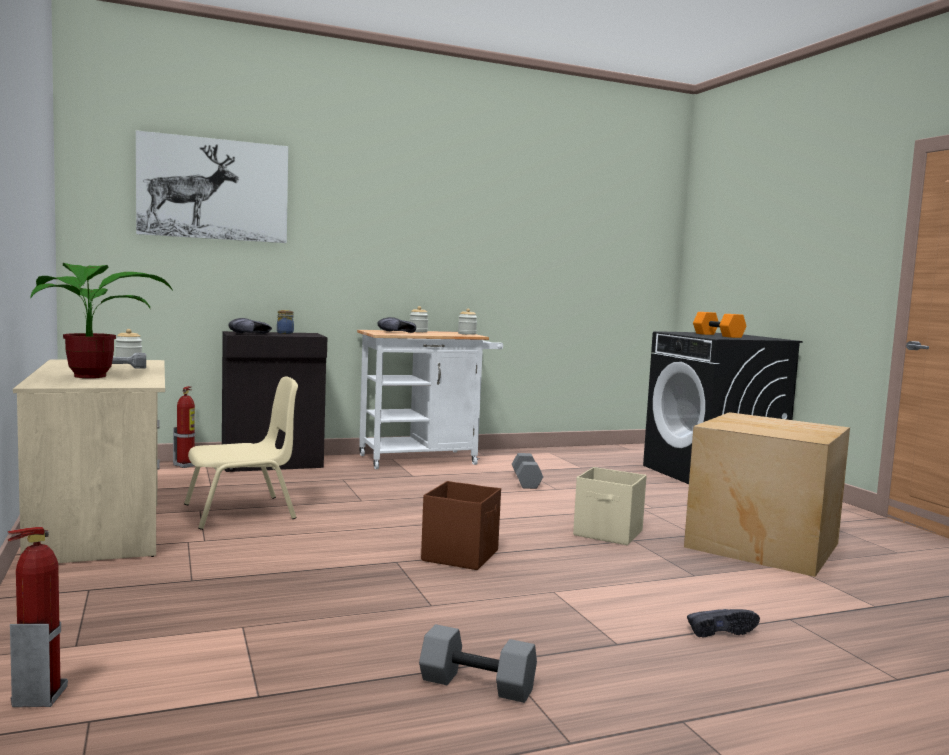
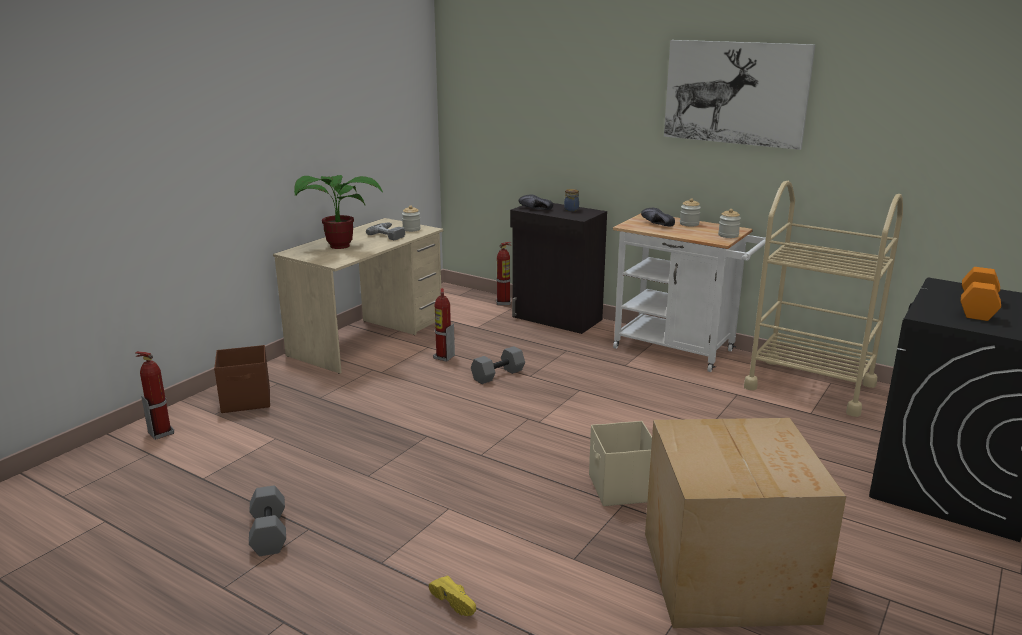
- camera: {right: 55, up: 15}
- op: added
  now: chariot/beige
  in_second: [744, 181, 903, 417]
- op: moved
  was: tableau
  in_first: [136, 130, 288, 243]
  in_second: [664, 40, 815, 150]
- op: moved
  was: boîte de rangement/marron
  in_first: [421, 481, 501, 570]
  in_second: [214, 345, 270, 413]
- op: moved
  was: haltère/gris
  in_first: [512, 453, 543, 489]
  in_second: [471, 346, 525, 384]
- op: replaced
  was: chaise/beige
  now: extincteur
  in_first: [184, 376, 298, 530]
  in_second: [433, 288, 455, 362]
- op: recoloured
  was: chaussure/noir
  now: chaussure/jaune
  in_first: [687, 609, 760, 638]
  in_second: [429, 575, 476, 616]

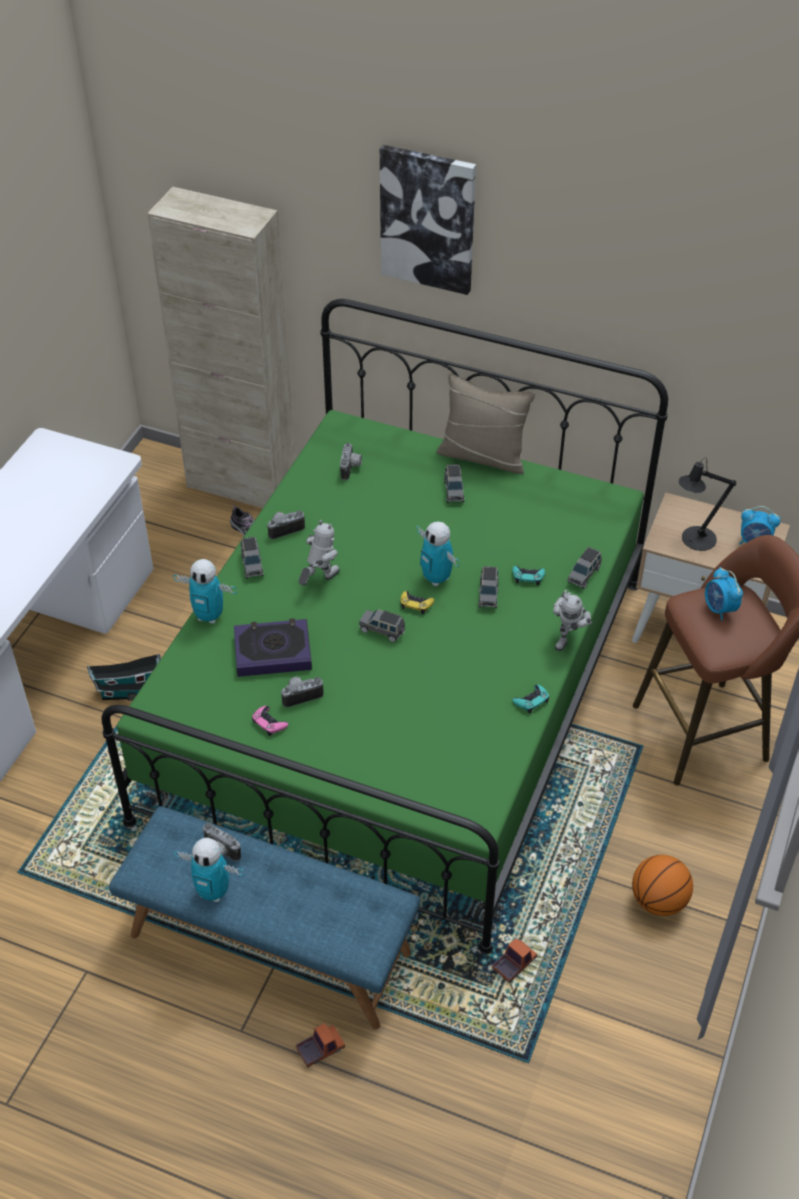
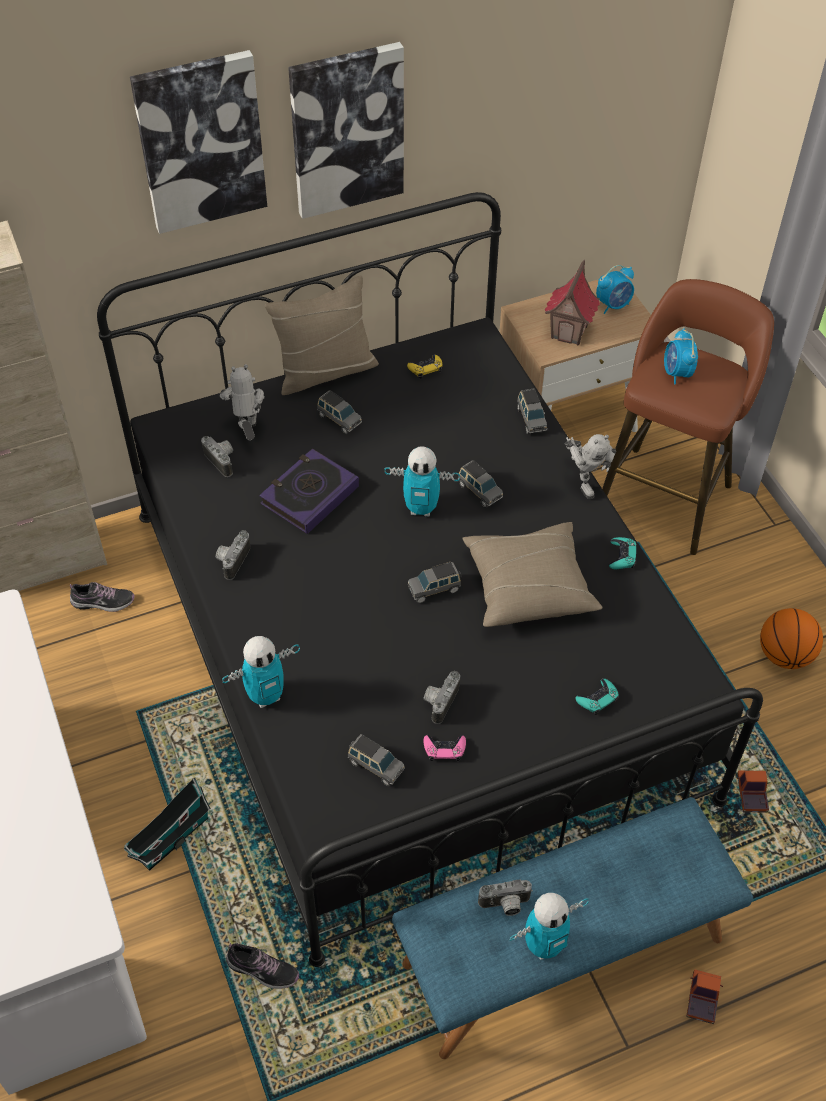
- camera: {right: -45, up: 5}
- op: added
  now: chaussure
  in_second: [226, 943, 299, 989]
- op: added
  now: tableau
  in_second: [288, 42, 404, 219]
- op: added
  now: coussin/beige
  in_second: [463, 522, 602, 627]
- op: moved
  was: livre
  in_first: [234, 618, 312, 677]
  in_second: [259, 448, 359, 534]
- op: moved
  was: petite voiture/gris
  in_first: [241, 537, 264, 578]
  in_second: [348, 734, 405, 786]
- op: moved
  was: robot jouet
  in_first: [299, 520, 340, 586]
  in_second: [220, 364, 265, 440]
- op: moved
  was: manette/jaune
  in_first: [400, 591, 434, 614]
  in_second: [407, 355, 442, 379]
- op: moved
  was: manette/turquoise
  in_first: [512, 566, 545, 585]
  in_second: [576, 679, 619, 715]
- op: replaced
  was: lampe de table/noir
  now: maison miniature
  in_first: [679, 457, 736, 551]
  in_second: [545, 260, 600, 345]
- op: recoloured
  was: lit/vert
  now: lit/noir
  in_first: [101, 299, 668, 954]
  in_second: [97, 192, 763, 967]
- op: turned
  was: réveil
  in_first: [705, 567, 743, 621]
  in_second: [664, 328, 698, 385]
  clockwise: 60

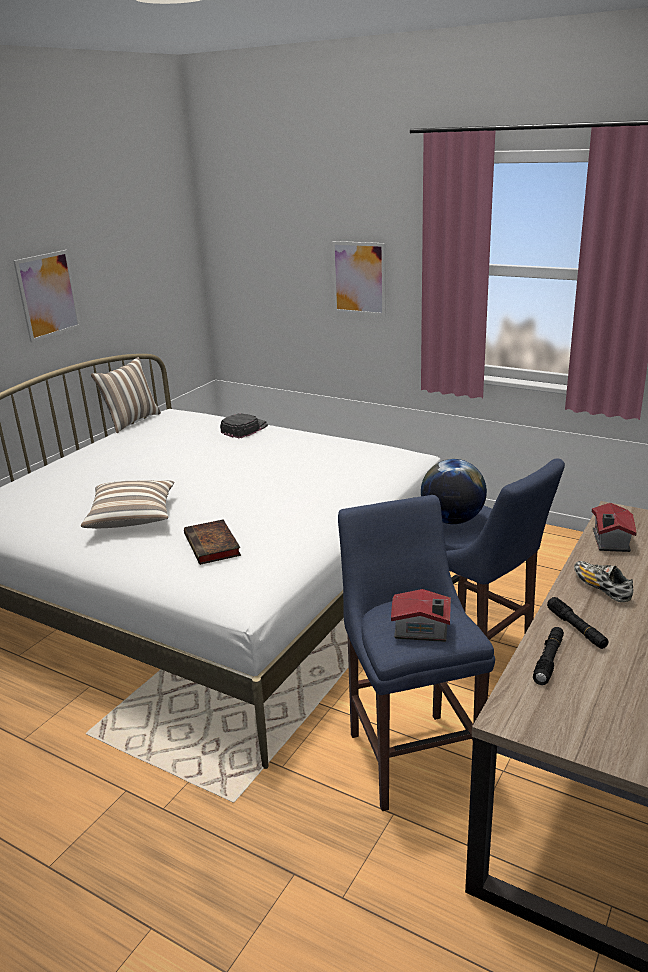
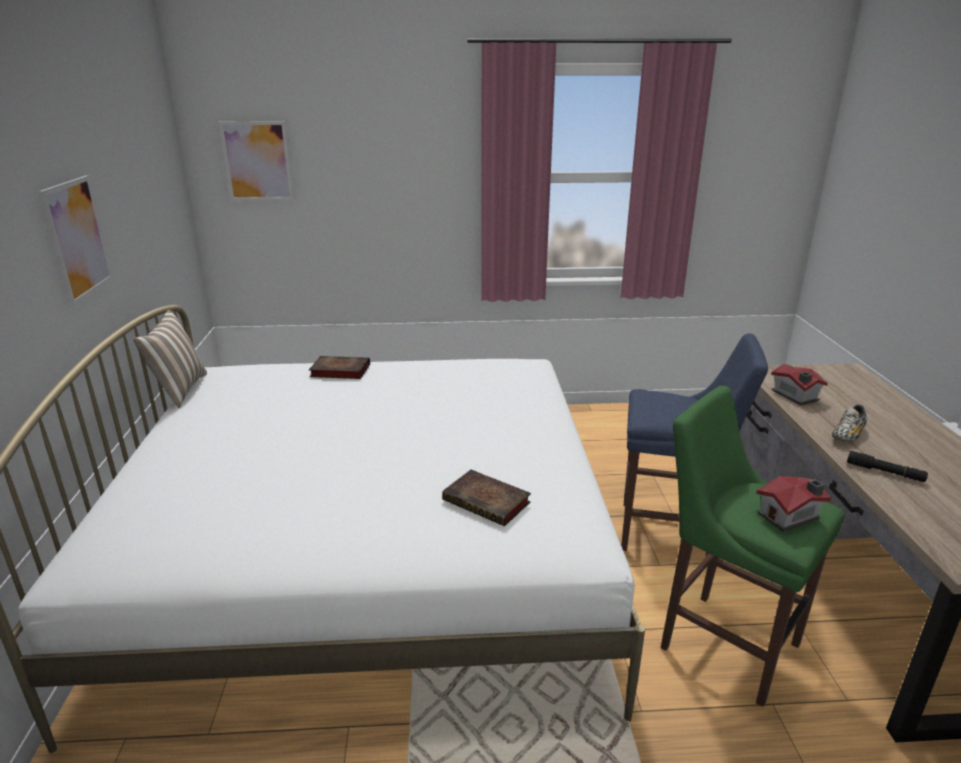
- camera: {right: -35, up: 0}
- op: removed
  was: coussin
  in_first: [81, 480, 175, 529]
- op: removed
  was: globe
  in_first: [421, 459, 487, 524]
- op: removed
  was: lampe de poche/noir
  in_first: [533, 627, 564, 685]
- op: moved
  was: tableau
  in_first: [331, 241, 386, 316]
  in_second: [219, 121, 294, 201]
- op: replaced
  was: casquette/noir
  now: livre
  in_first: [220, 413, 268, 438]
  in_second: [309, 356, 370, 379]
- op: recoloured
  was: tabouret/bleu
  now: tabouret/vert
  in_first: [338, 495, 495, 811]
  in_second: [661, 386, 845, 707]
- op: turned
  was: chaussure
  in_first: [574, 561, 633, 602]
  in_second: [832, 405, 867, 441]
  clockwise: -75

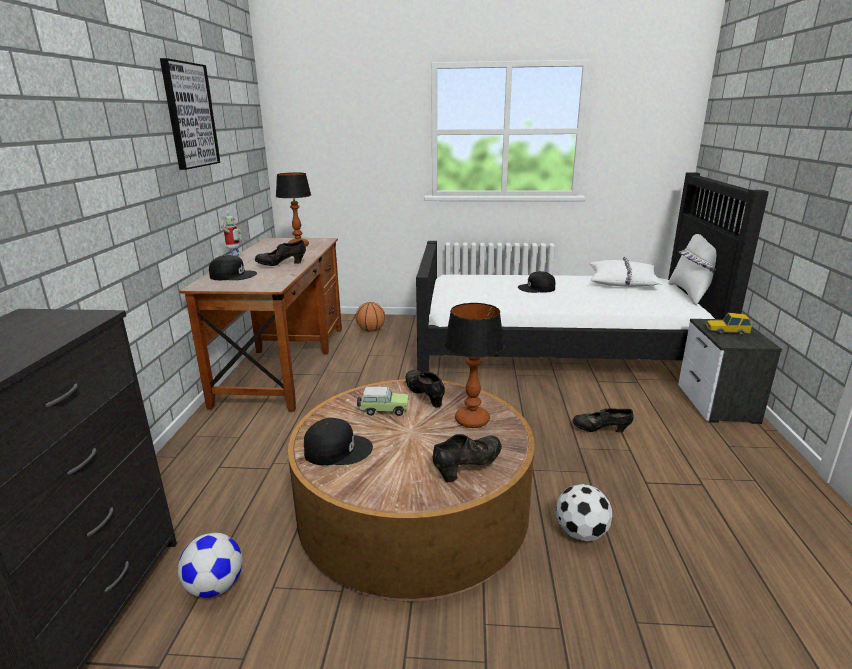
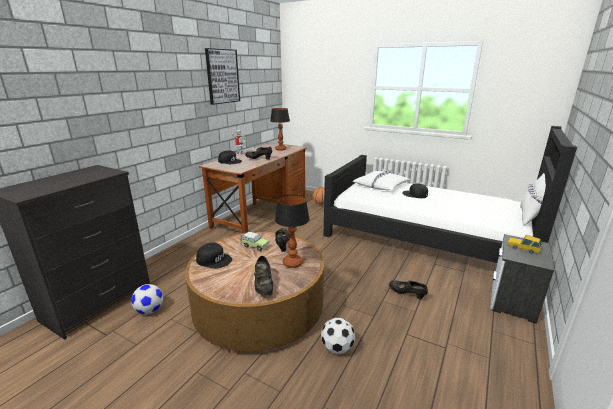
- camera: {right: 25, up: 0}
- op: moved
  was: coussin/blanc
  in_first: [590, 257, 663, 287]
  in_second: [353, 170, 410, 190]
- op: turned
  was: chaussure/noir
  in_first: [433, 434, 502, 482]
  in_second: [254, 256, 273, 296]
  clockwise: 90

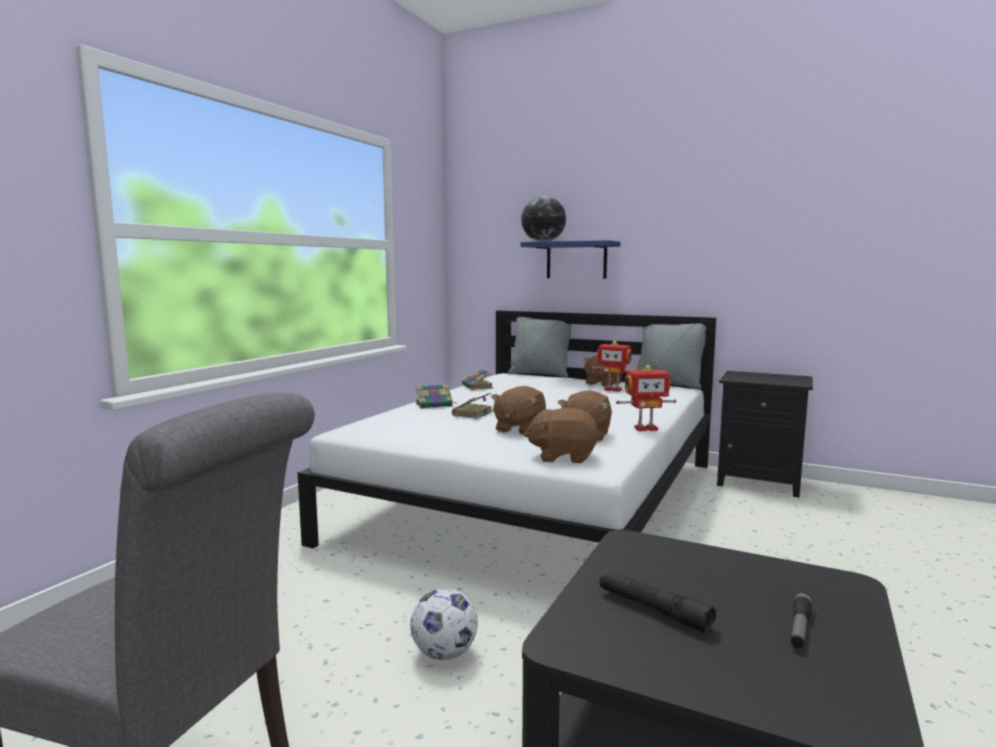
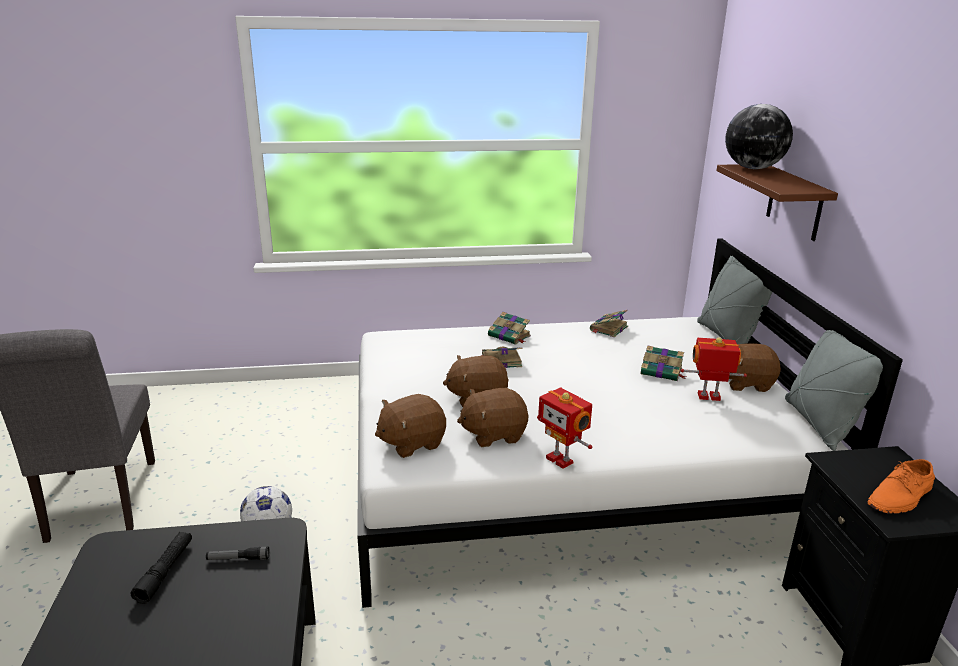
- camera: {right: 55, up: 15}
- op: added
  now: livre
  in_second: [640, 346, 686, 381]
- op: added
  now: chaussure/orange
  in_second: [868, 459, 935, 514]
- op: moved
  was: lampe de poche
  in_first: [791, 592, 813, 648]
  in_second: [206, 546, 270, 560]
- op: recoloured
  was: étagère/bleu
  now: étagère/marron
  in_first: [520, 240, 621, 279]
  in_second: [717, 164, 838, 241]
- op: turned
  was: peluche/marron
  in_first: [524, 408, 600, 463]
  in_second: [375, 394, 446, 458]
  clockwise: -90
- op: turned
  was: robot jouet
  in_first: [591, 341, 637, 392]
  in_second: [681, 338, 747, 401]
  clockwise: 105

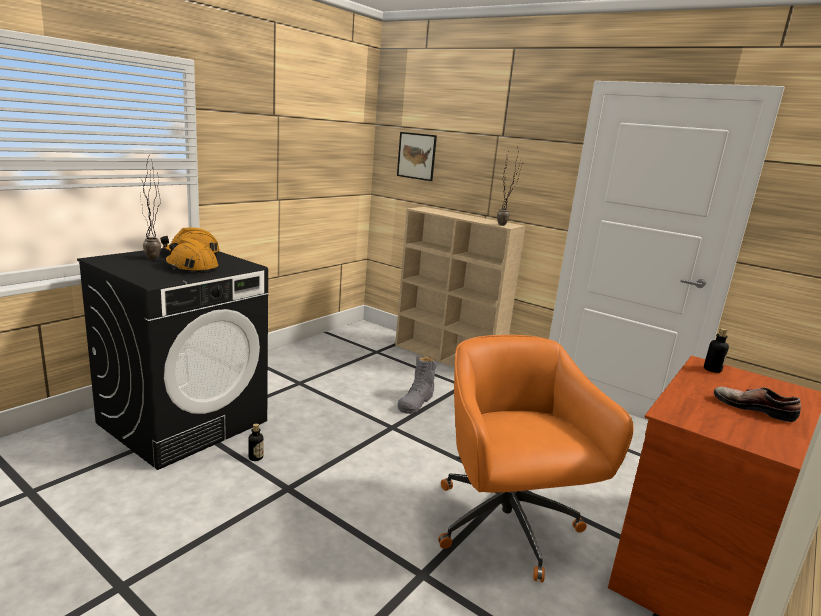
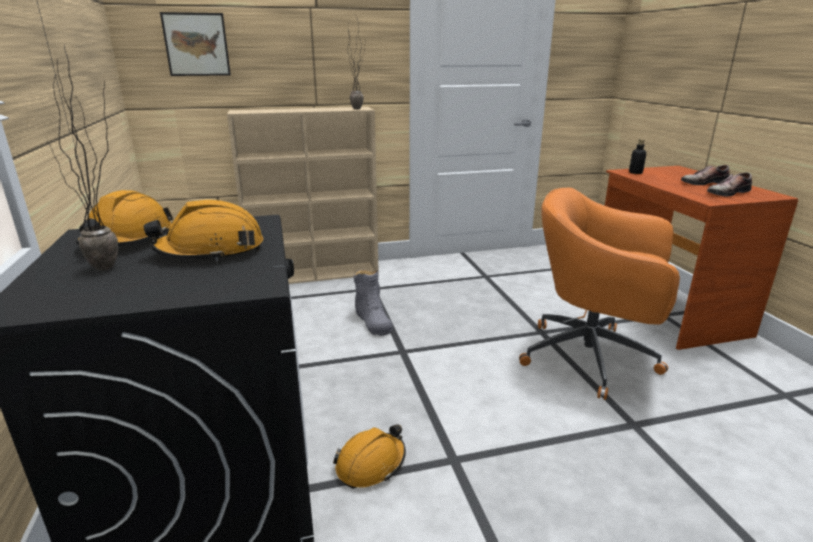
- camera: {right: -50, up: 5}
- op: added
  now: chaussure
  in_second: [707, 172, 752, 197]
- op: replaced
  was: bouteille
  now: casque de chantier/orange
  in_first: [248, 423, 264, 461]
  in_second: [333, 424, 406, 489]

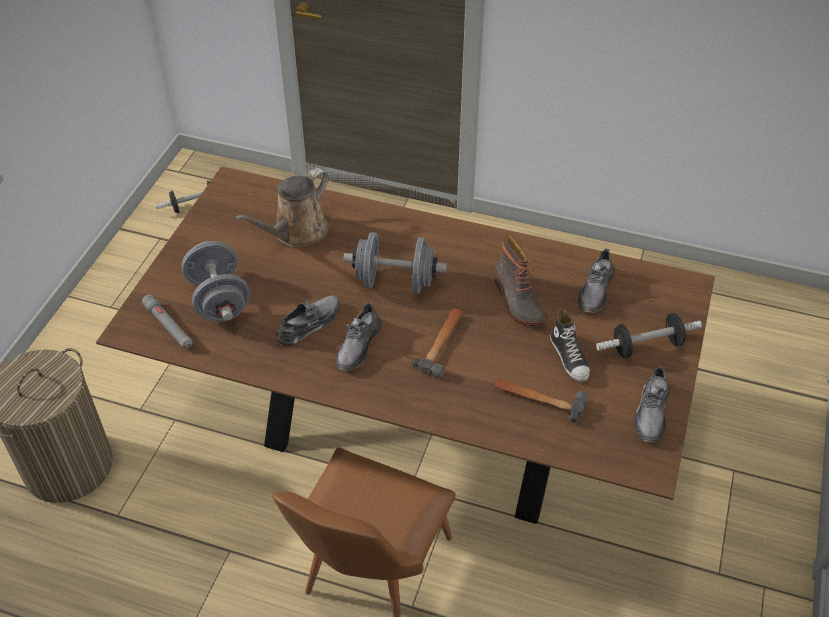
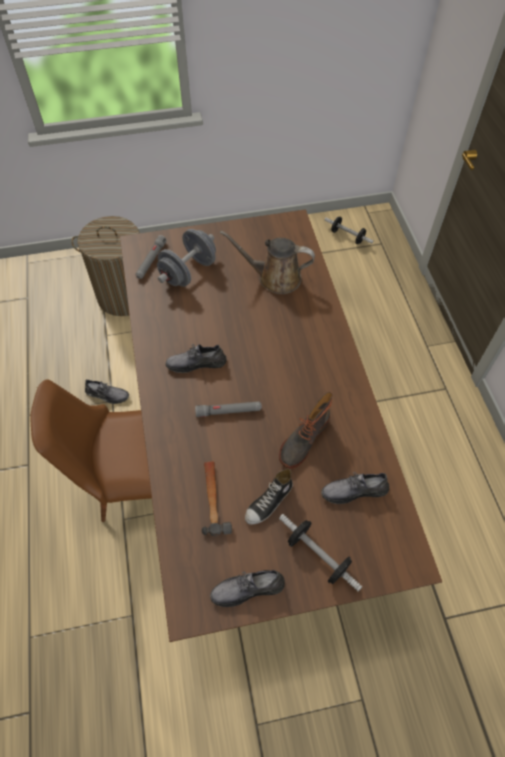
- camera: {right: 60, up: 10}
- op: removed
  was: haltère/gris
  in_first: [343, 232, 447, 293]
- op: moved
  was: chaussure/gris
  in_first: [276, 295, 340, 346]
  in_second: [85, 379, 129, 404]
- op: replaced
  was: marteau
  now: lampe de poche/gris
  in_first: [412, 309, 463, 378]
  in_second: [195, 401, 262, 417]

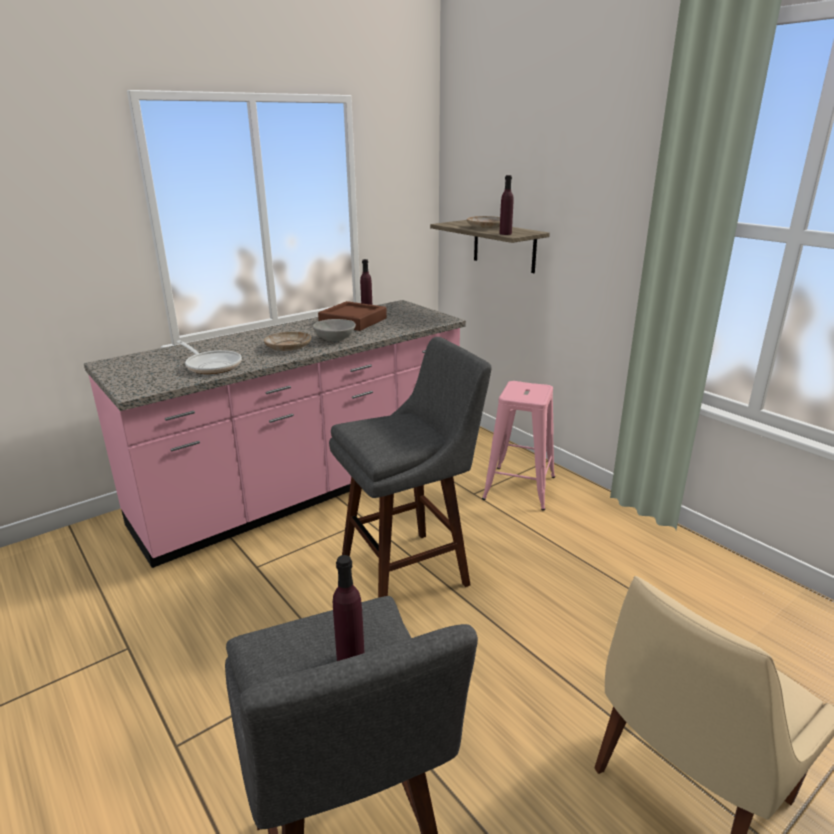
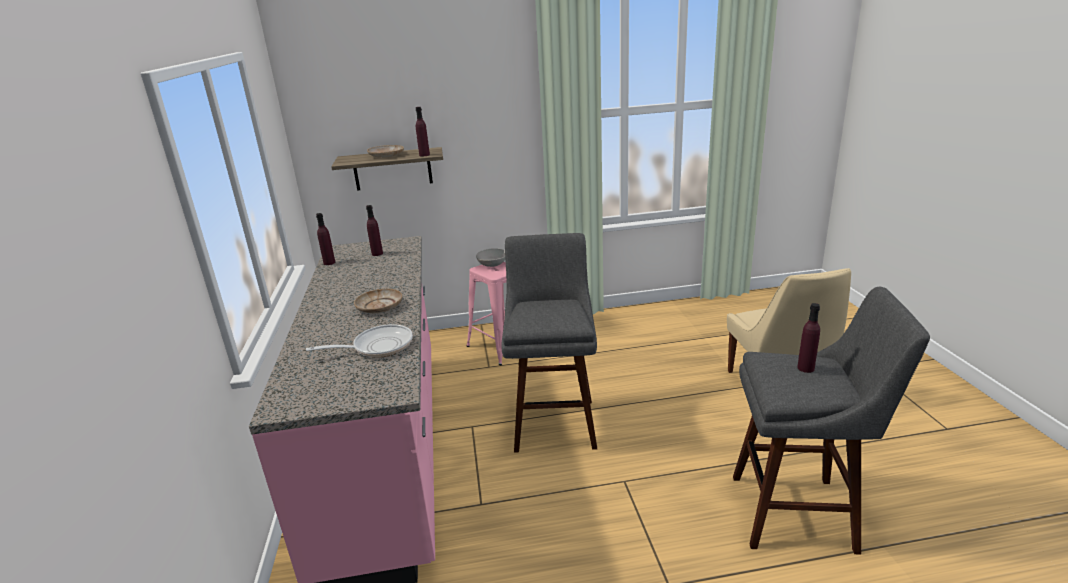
- camera: {right: -60, up: 0}
- op: removed
  was: plateau/marron
  in_first: [318, 301, 387, 331]
- op: added
  now: bouteille/violet
  in_second: [366, 205, 383, 256]
- op: moved
  was: bol/gris
  in_first: [312, 319, 356, 341]
  in_second: [476, 248, 505, 267]

